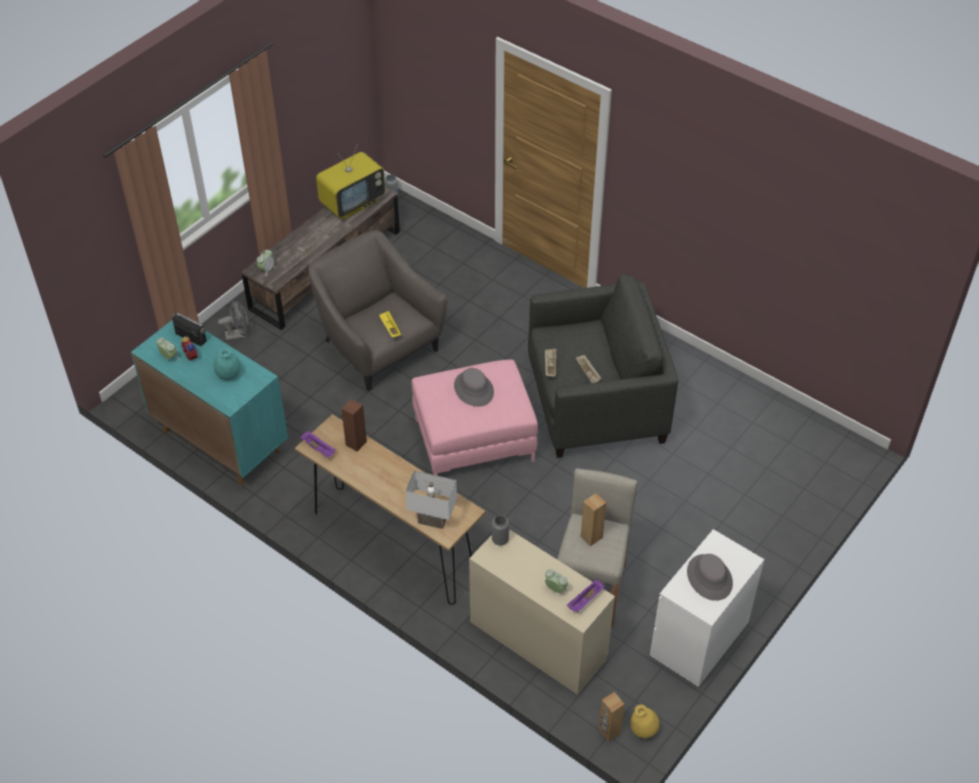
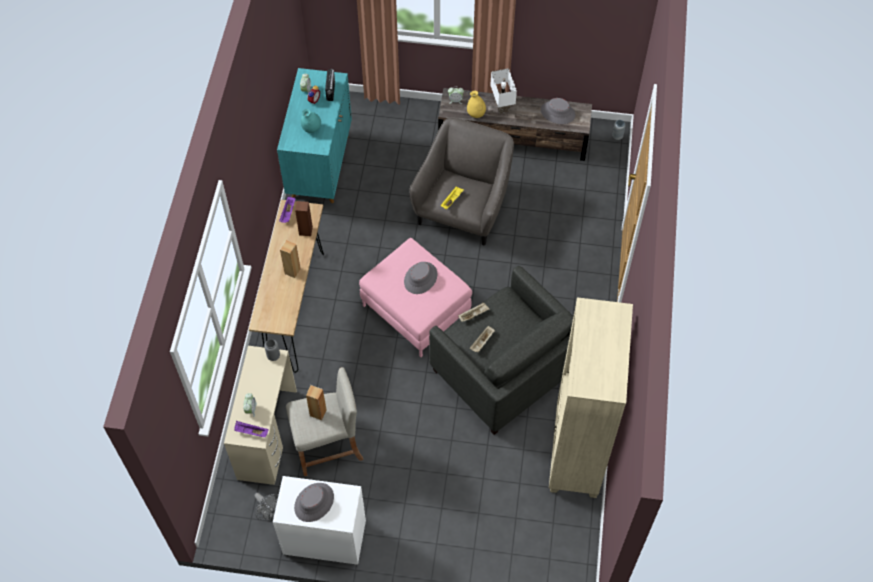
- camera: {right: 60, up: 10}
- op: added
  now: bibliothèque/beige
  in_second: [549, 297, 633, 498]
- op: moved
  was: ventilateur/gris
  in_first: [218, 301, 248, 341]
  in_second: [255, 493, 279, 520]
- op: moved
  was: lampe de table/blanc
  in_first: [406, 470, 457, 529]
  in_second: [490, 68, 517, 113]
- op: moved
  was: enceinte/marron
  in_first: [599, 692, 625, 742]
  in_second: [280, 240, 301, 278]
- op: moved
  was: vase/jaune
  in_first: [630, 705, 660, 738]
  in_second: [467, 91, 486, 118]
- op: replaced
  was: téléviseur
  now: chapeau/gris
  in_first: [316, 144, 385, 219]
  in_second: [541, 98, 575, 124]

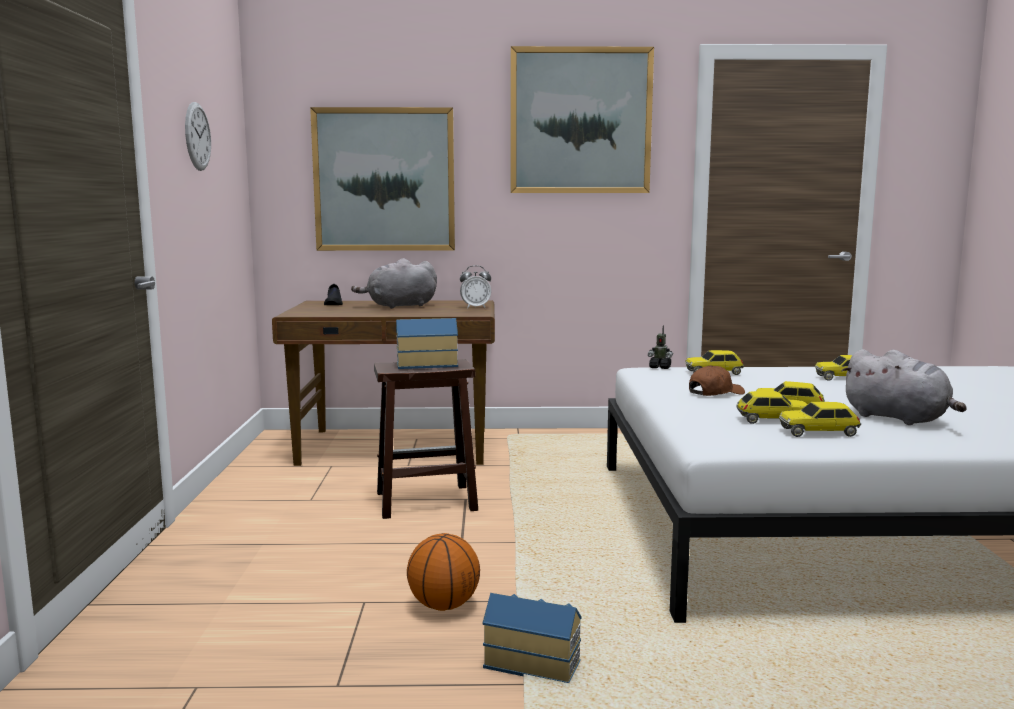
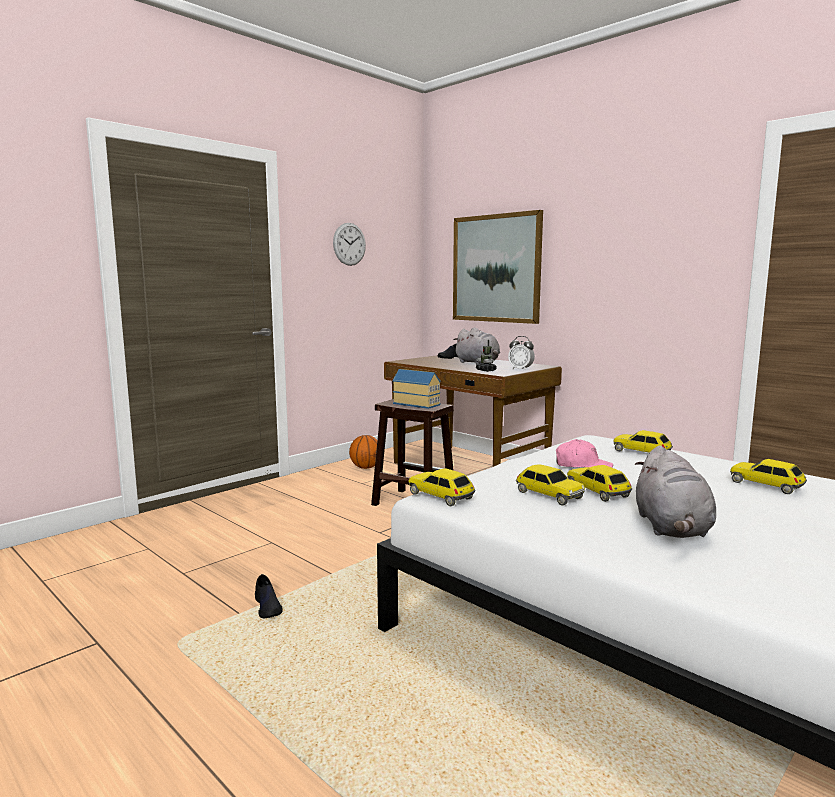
- camera: {right: 45, up: 0}
- op: removed
  was: tableau
  in_first: [511, 46, 654, 193]
- op: moved
  was: ballon de basket
  in_first: [407, 533, 480, 611]
  in_second: [349, 435, 377, 469]
- op: moved
  was: robot jouet
  in_first: [648, 325, 673, 369]
  in_second: [476, 340, 497, 372]
- op: moved
  was: petite voiture
  in_first: [779, 402, 861, 437]
  in_second: [409, 468, 475, 506]
- op: replaced
  was: maison miniature
  now: chaussure/noir
  in_first: [482, 593, 582, 683]
  in_second: [255, 574, 283, 618]
- op: recoloured
  was: casquette/marron
  now: casquette/rose
  in_first: [689, 365, 745, 396]
  in_second: [556, 439, 613, 468]
- op: turned
  was: peluche/gris
  in_first: [351, 258, 437, 309]
  in_second: [453, 328, 500, 364]
  clockwise: -150

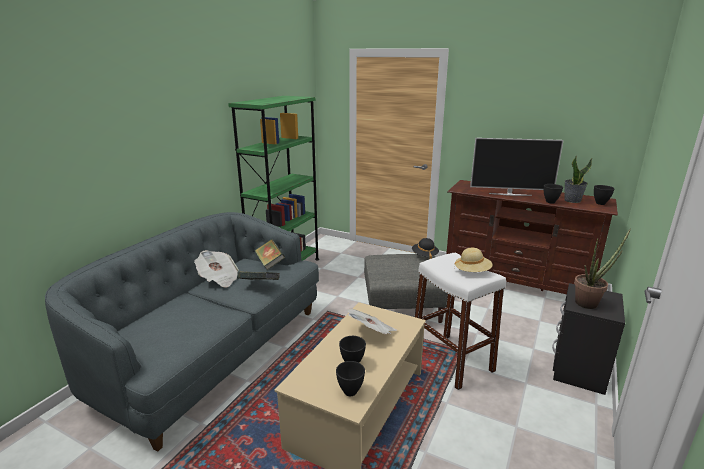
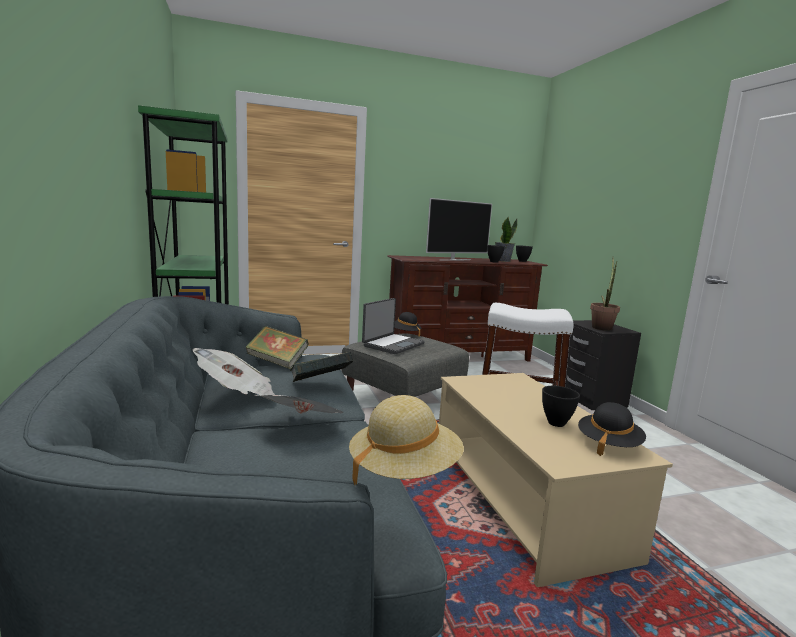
- camera: {right: -45, up: -10}
- op: added
  now: ordinateur portable
  in_second: [362, 298, 425, 354]
- op: moved
  was: journal
  in_first: [347, 309, 397, 334]
  in_second: [255, 395, 344, 413]
- op: moved
  was: chapeau/beige
  in_first: [454, 248, 492, 272]
  in_second: [349, 395, 464, 485]
- op: replaced
  was: bol/noir
  now: chapeau/noir
  in_first: [336, 361, 365, 396]
  in_second: [578, 402, 646, 456]

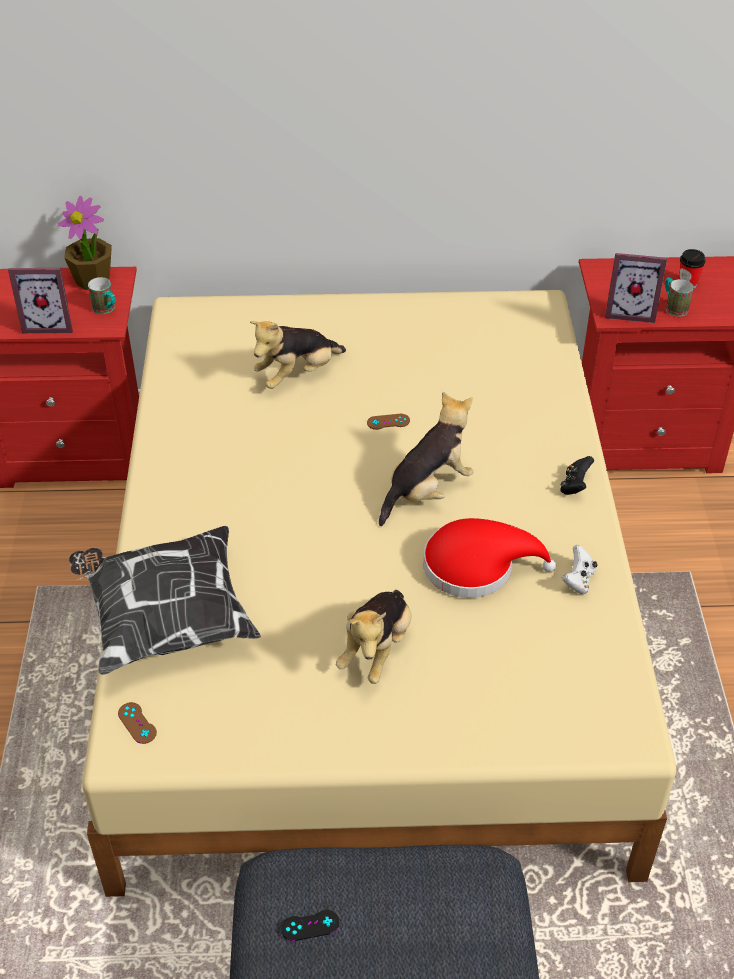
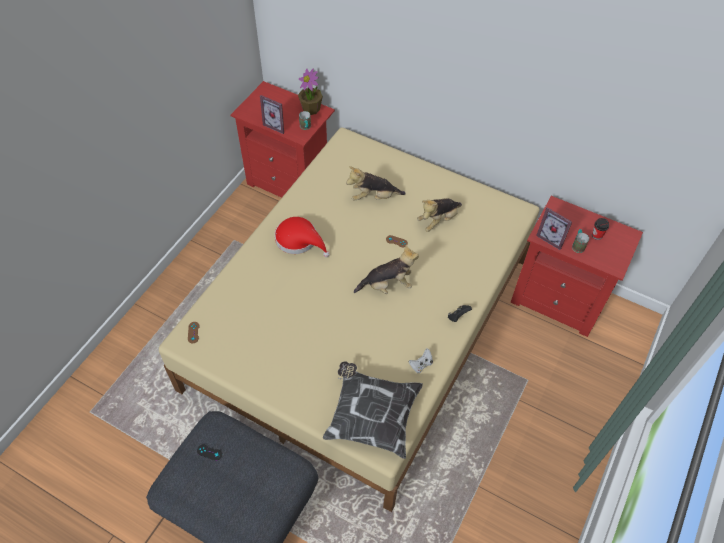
- camera: {right: 30, up: 10}
- op: moved
  was: coussin
  in_first: [69, 526, 261, 675]
  in_second: [323, 361, 423, 459]
- op: moved
  was: peluche
  in_first: [336, 590, 412, 684]
  in_second: [417, 198, 462, 232]
- op: moved
  was: chapeau/rouge
  in_first: [423, 518, 556, 598]
  in_second: [275, 217, 330, 257]

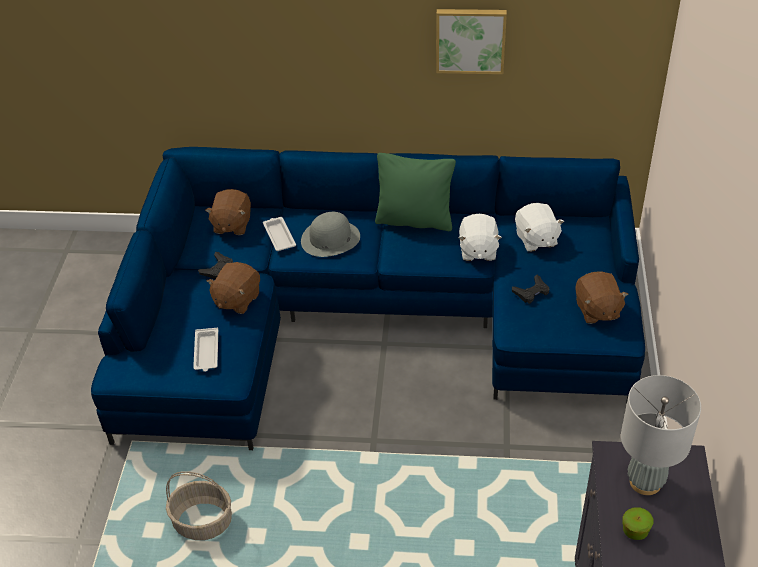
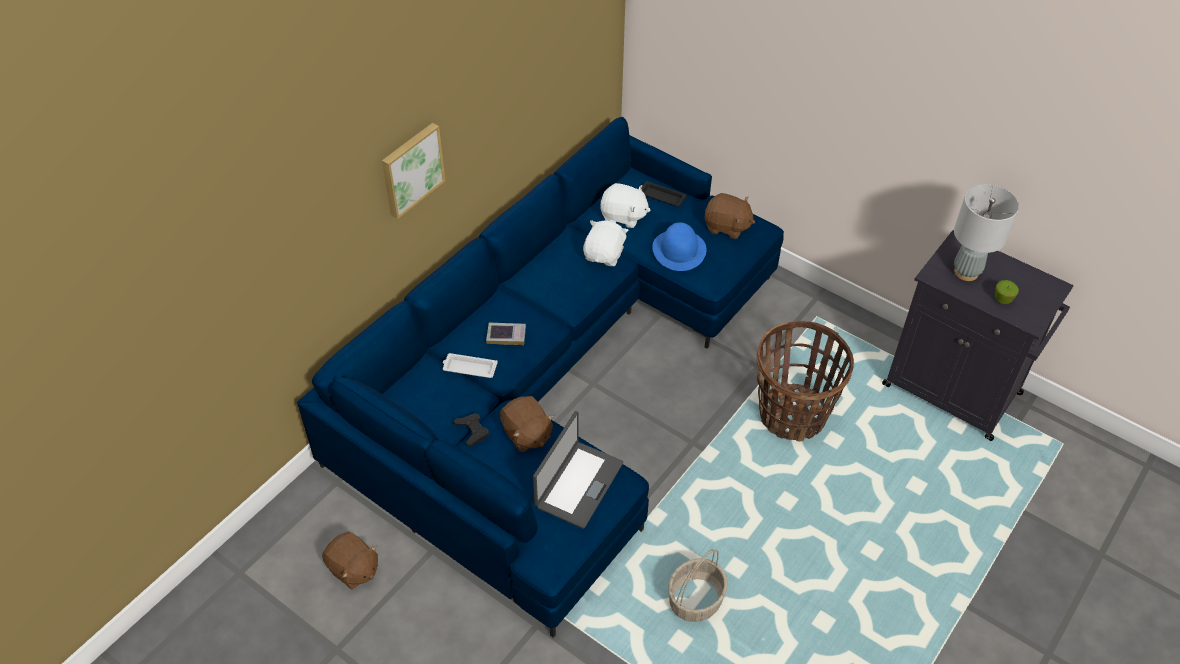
- camera: {right: -60, up: 5}
- op: removed
  was: coussin/vert
  in_first: [375, 153, 456, 231]
- op: added
  now: plateau/noir
  in_second: [642, 181, 687, 207]
- op: added
  now: panier
  in_second: [757, 321, 854, 441]
- op: moved
  was: peluche/marron
  in_first: [205, 189, 251, 235]
  in_second: [322, 532, 378, 590]
- op: moved
  was: tableau
  in_first: [436, 9, 507, 74]
  in_second: [382, 123, 445, 219]
- op: replaced
  was: plateau/blanc
  now: ordinateur portable
  in_first: [193, 328, 218, 372]
  in_second: [533, 411, 623, 529]
- op: replaced
  was: chapeau/gris
  now: livre
  in_first: [301, 212, 360, 257]
  in_second: [486, 323, 526, 345]
- op: replaced
  was: manette/noir
  now: chapeau/bleu
  in_first: [512, 274, 550, 304]
  in_second: [652, 222, 707, 271]
- op: turned
  was: peluche/blanc
  in_first: [458, 214, 502, 261]
  in_second: [583, 220, 629, 266]
  clockwise: -105

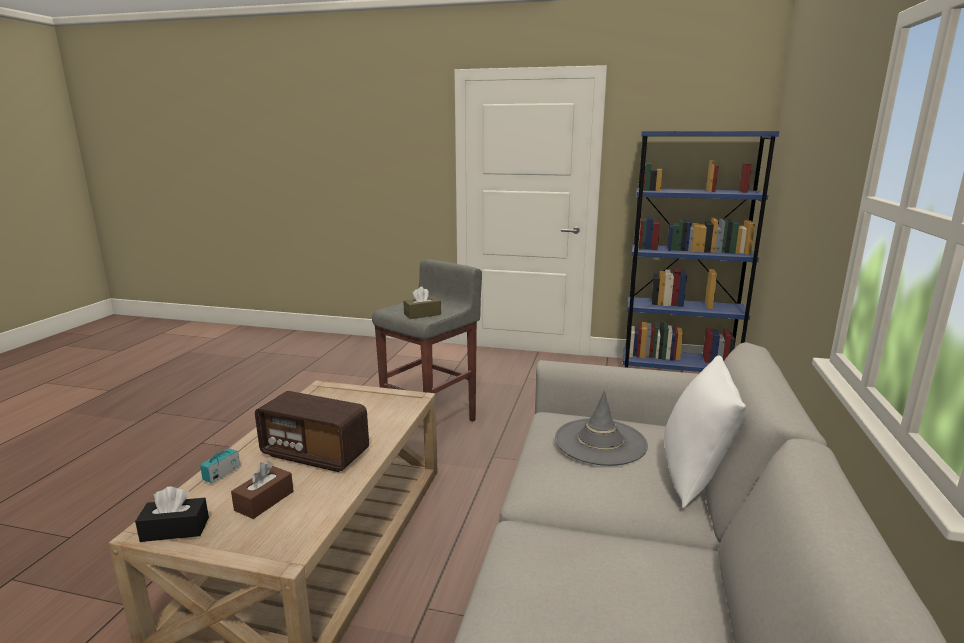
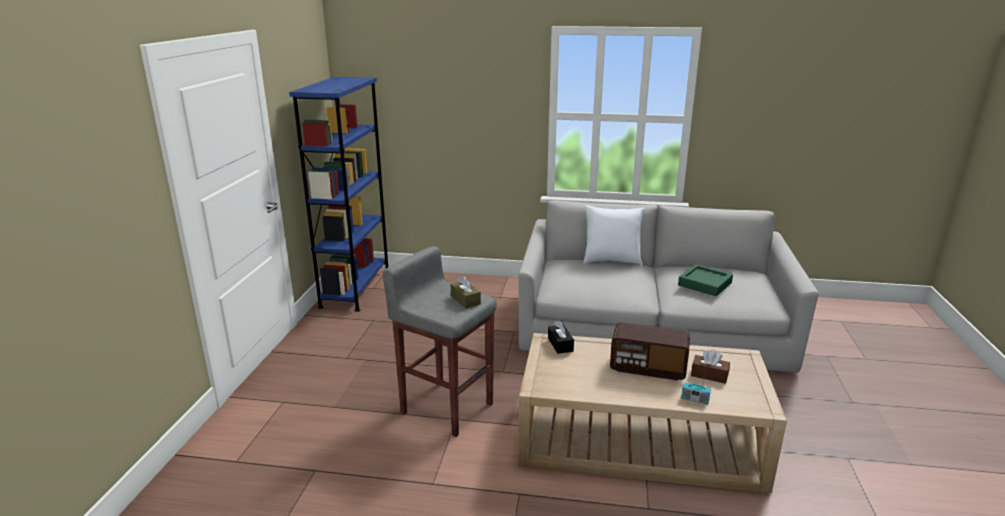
- camera: {right: -95, up: 5}
- op: removed
  was: chapeau/gris
  in_first: [555, 390, 648, 466]
- op: added
  now: plateau/vert
  in_second: [678, 264, 733, 296]
- op: moved
  was: boîte à mouchoirs/noir
  in_first: [135, 486, 209, 542]
  in_second: [548, 321, 574, 354]
- op: turned
  was: radio
  in_first: [255, 391, 369, 472]
  in_second: [610, 322, 690, 380]
  clockwise: 90

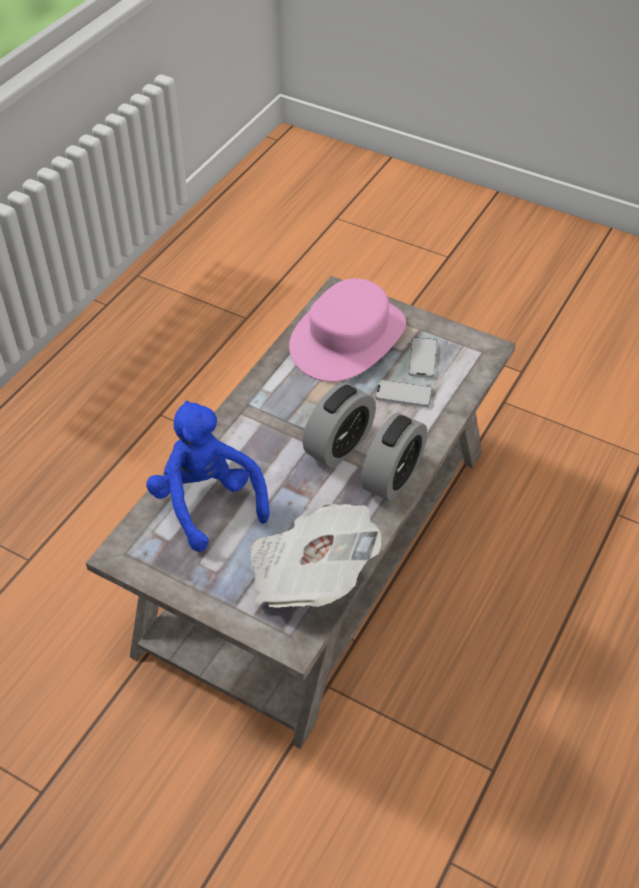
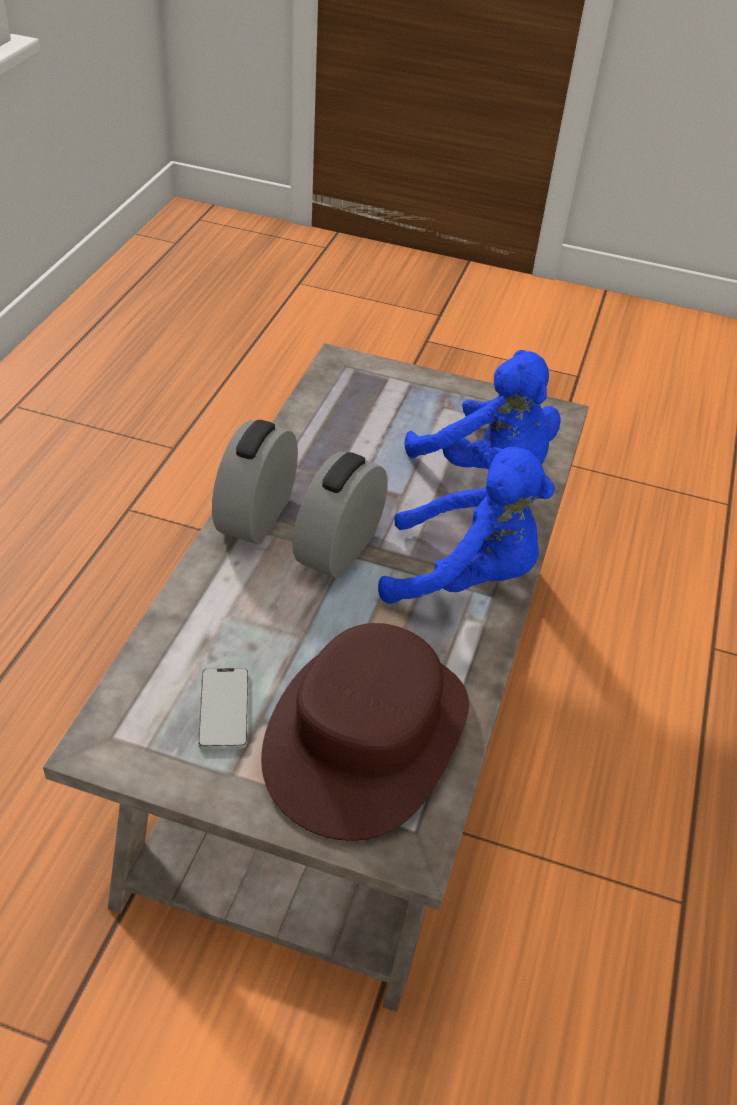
- camera: {right: 165, up: -5}
- op: removed
  was: journal
  in_first: [251, 503, 382, 608]
- op: removed
  was: téléphone
  in_first: [375, 379, 433, 407]
- op: added
  now: peluche/bleu
  in_second: [378, 447, 555, 604]
- op: recoloured
  was: chapeau/rose
  now: chapeau/marron
  in_first: [289, 278, 406, 382]
  in_second: [261, 623, 469, 841]

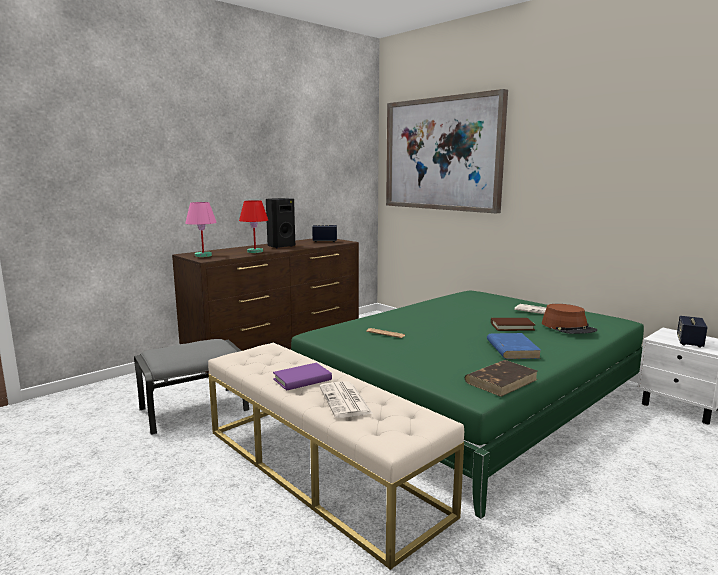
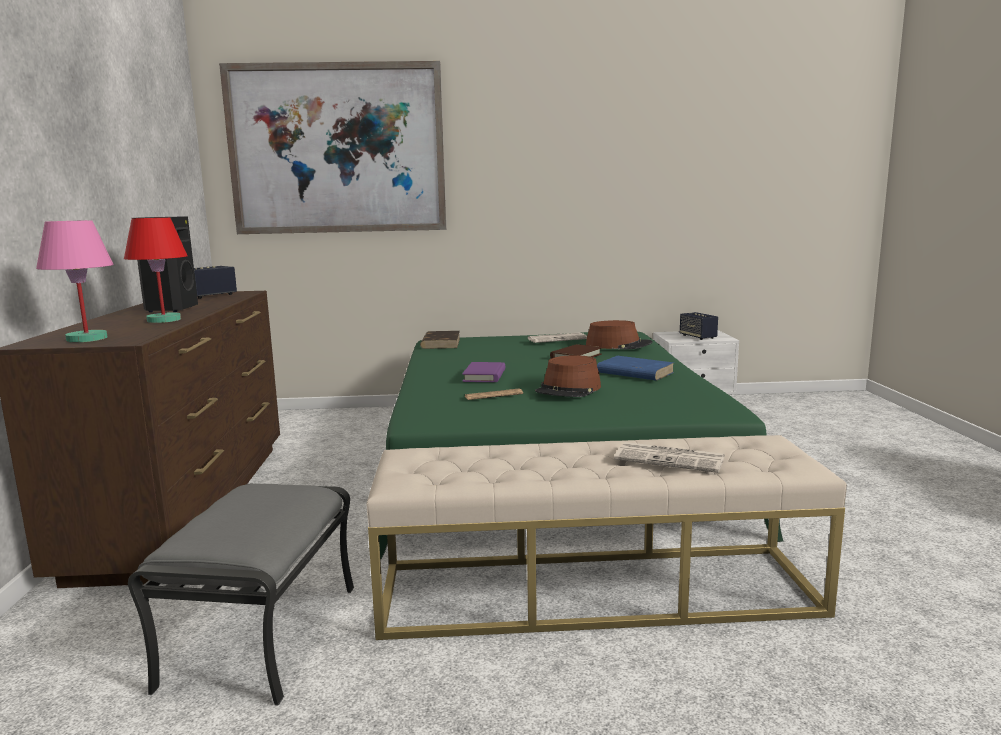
- camera: {right: -50, up: 0}
- op: added
  now: chapeau/marron
  in_second: [535, 355, 601, 397]
- op: moved
  was: livre/violet
  in_first: [273, 363, 332, 391]
  in_second: [462, 362, 506, 382]
- op: moved
  was: livre/marron
  in_first: [465, 360, 537, 397]
  in_second: [420, 331, 460, 349]

